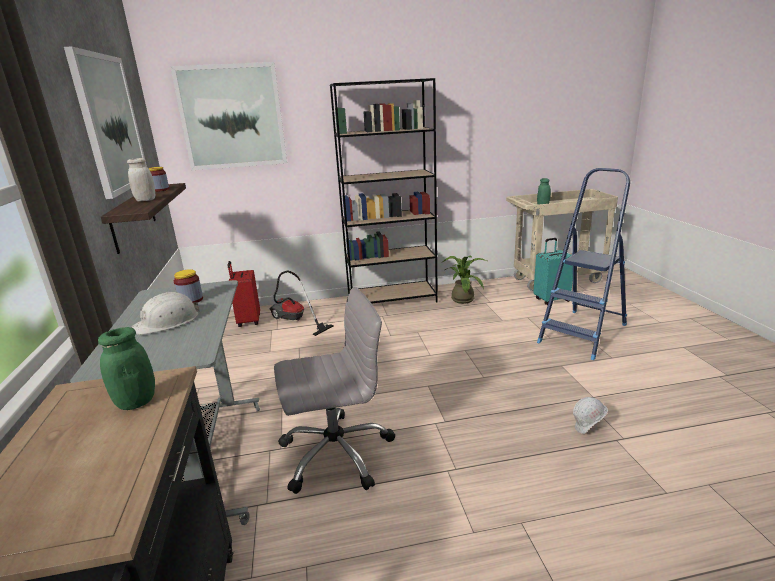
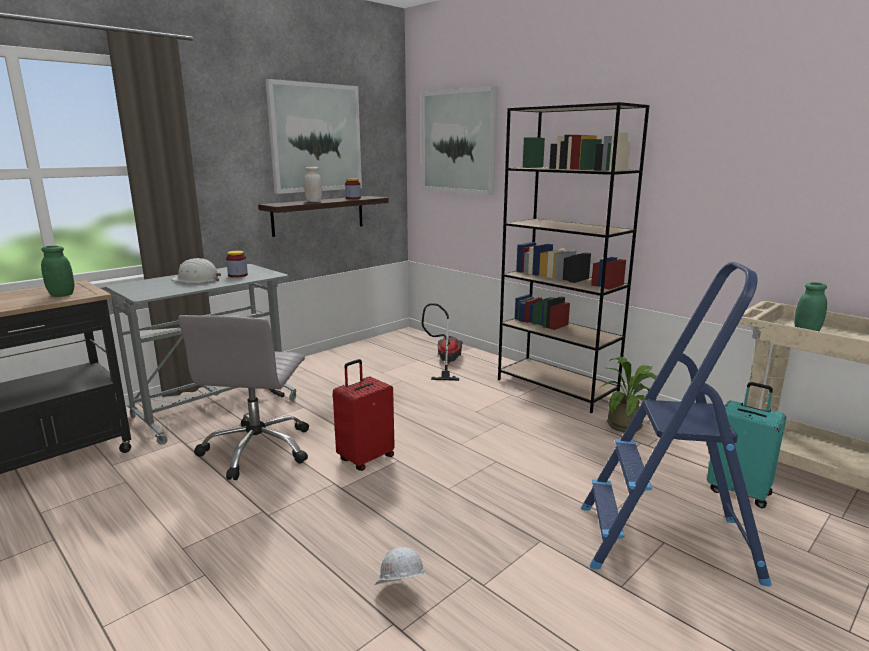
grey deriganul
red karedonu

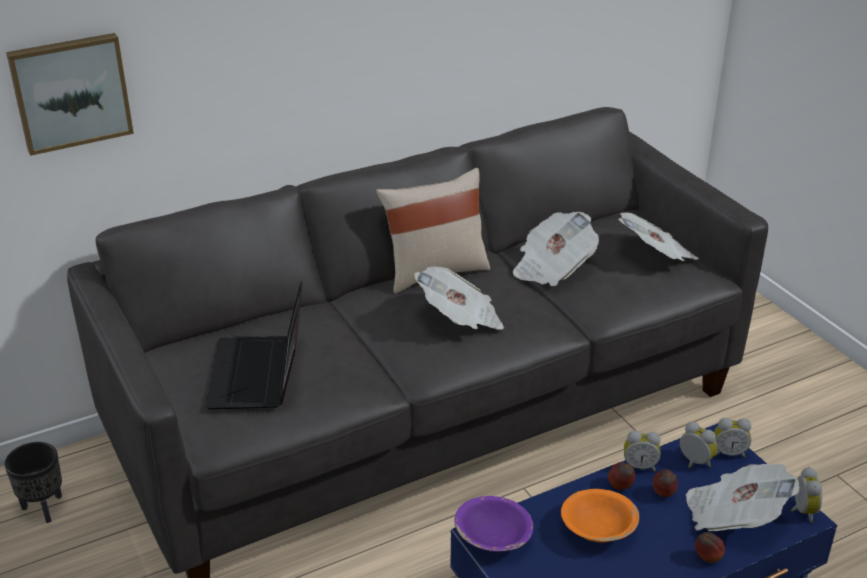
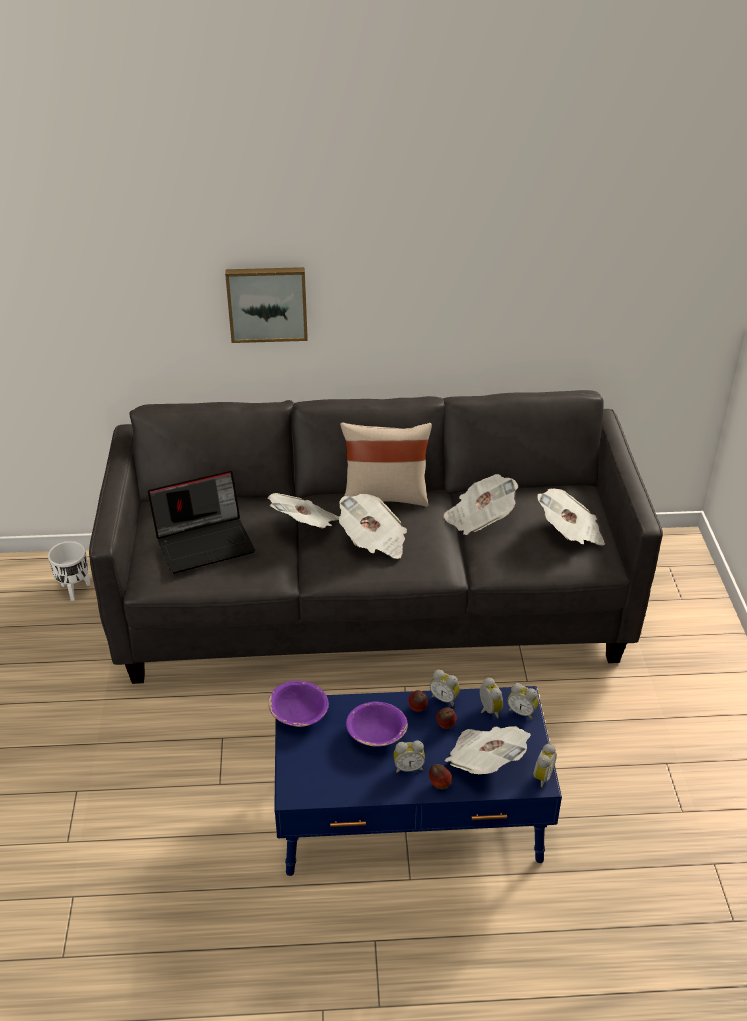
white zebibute
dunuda
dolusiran
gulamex (1st from left)
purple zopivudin (2nd from left)
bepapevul (1st from left)

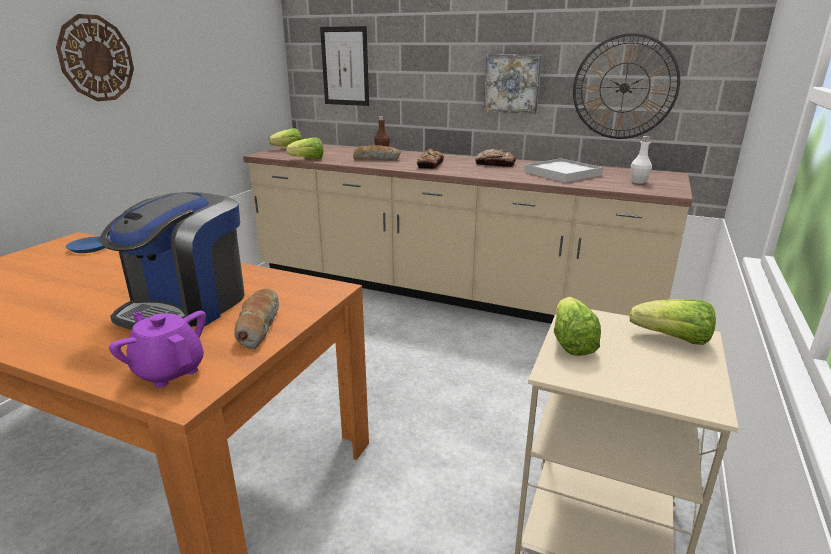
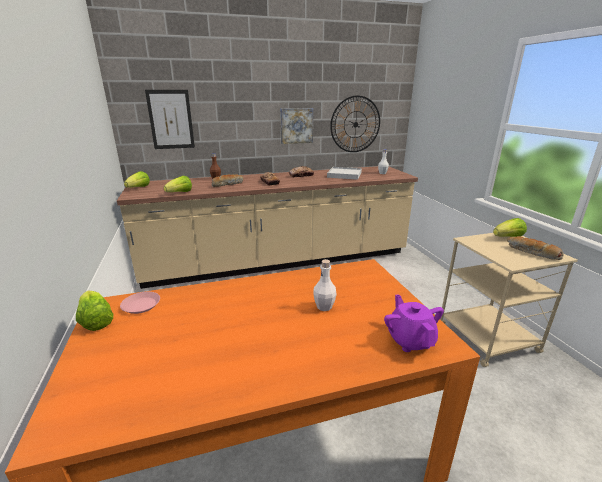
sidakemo (1st from left)
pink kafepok
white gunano (1st from left)
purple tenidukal
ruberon (4th from left)
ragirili (1st from left in the first image)

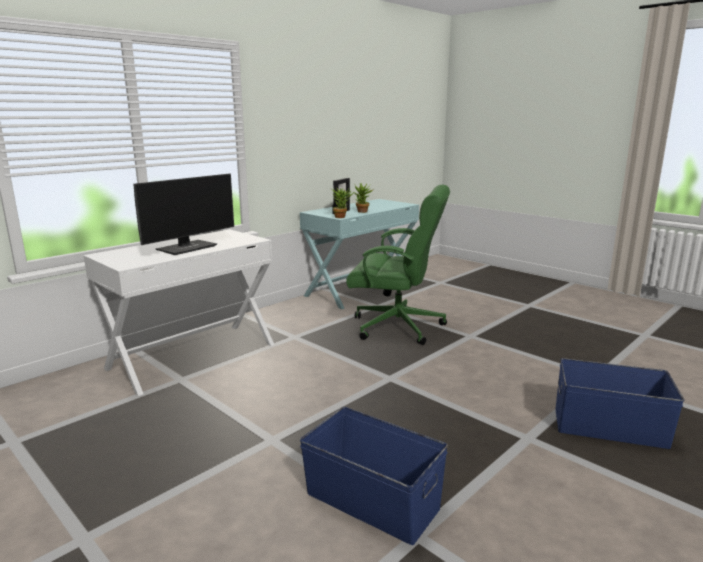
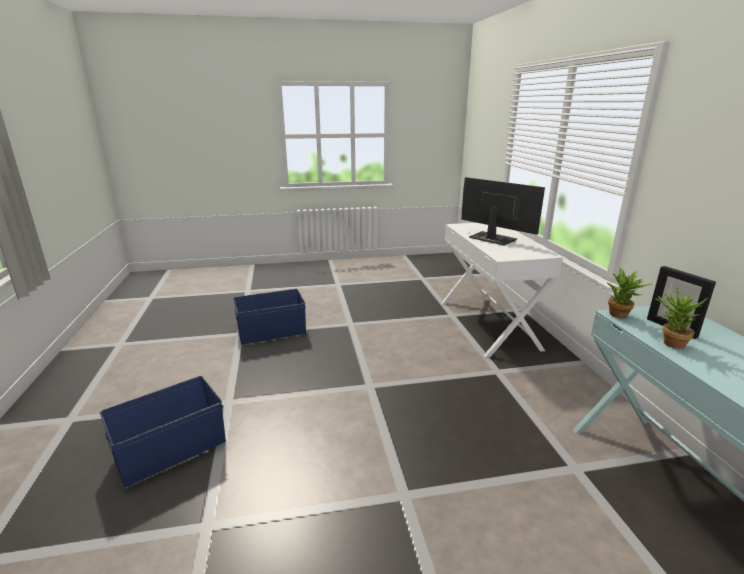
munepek
green deriganul

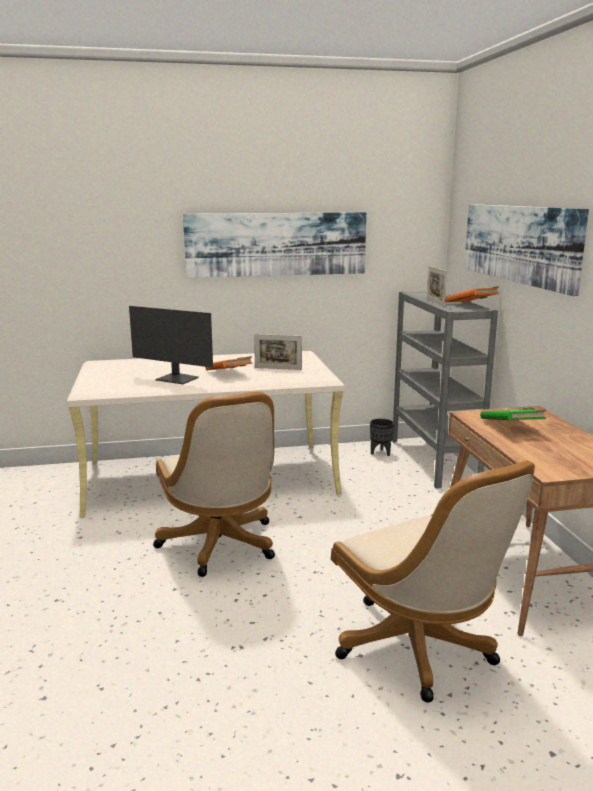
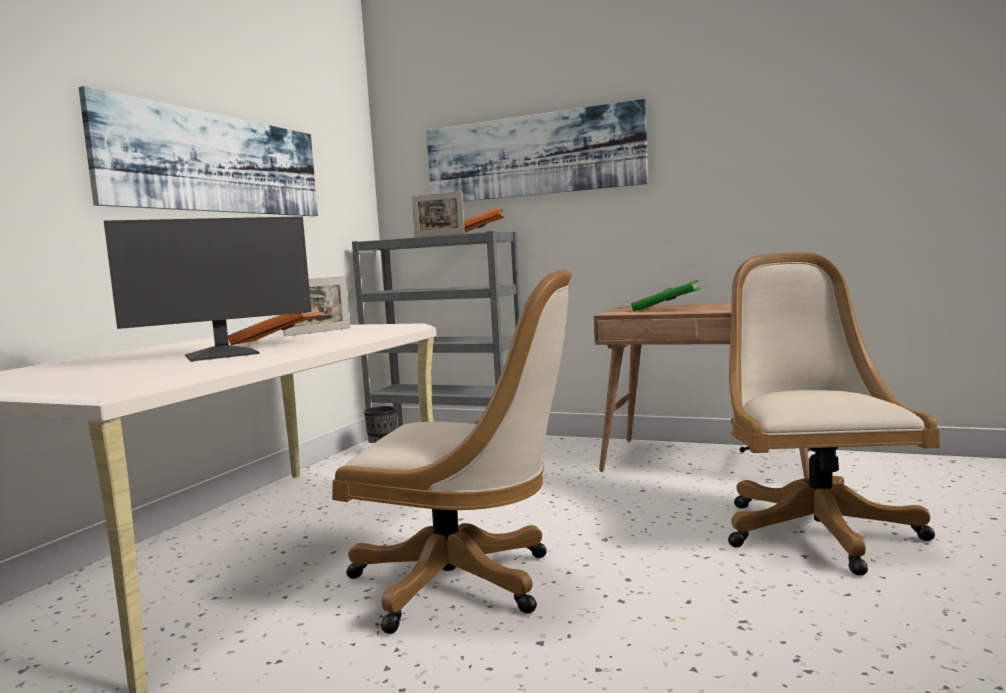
deriganul (2nd from left)

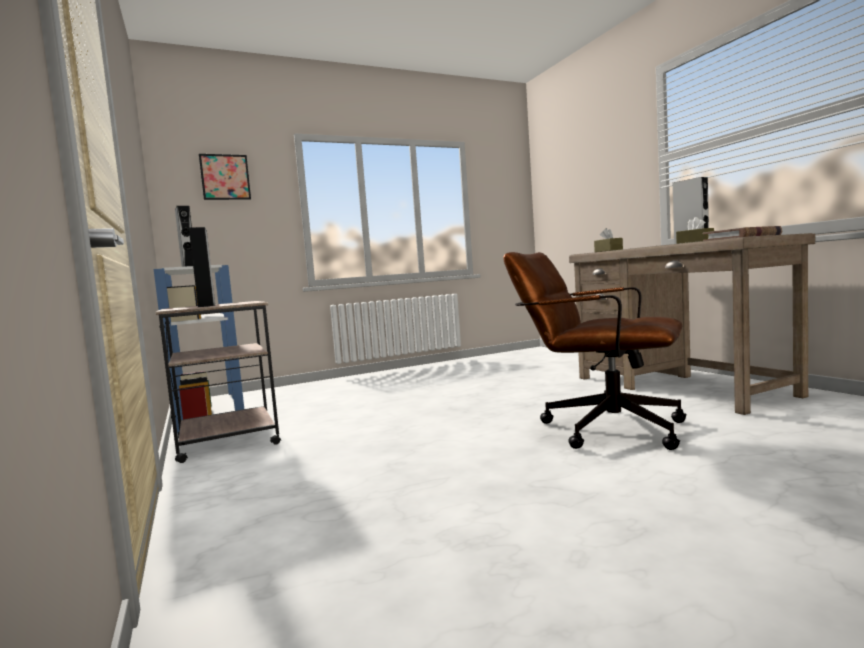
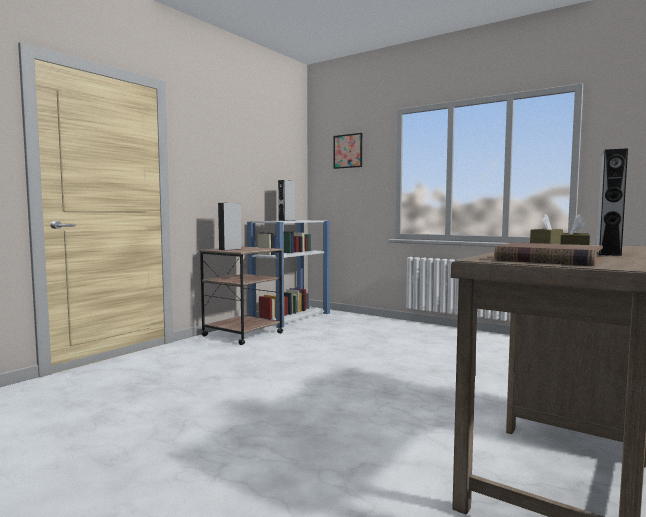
brown deriganul

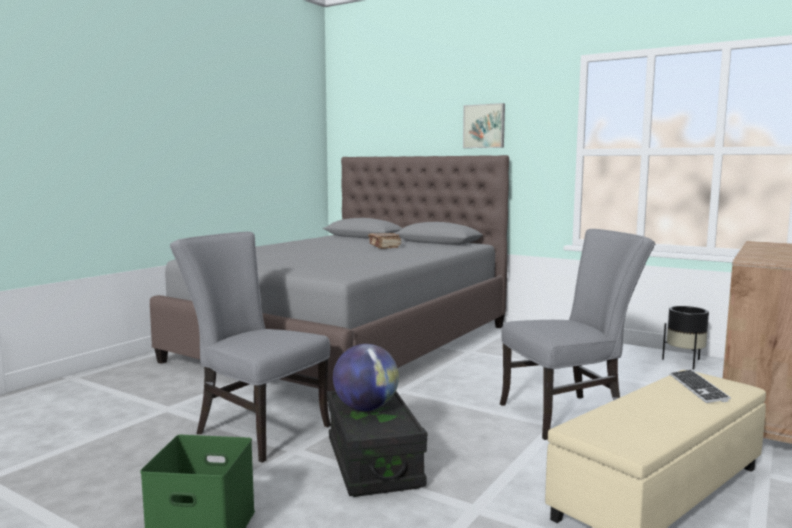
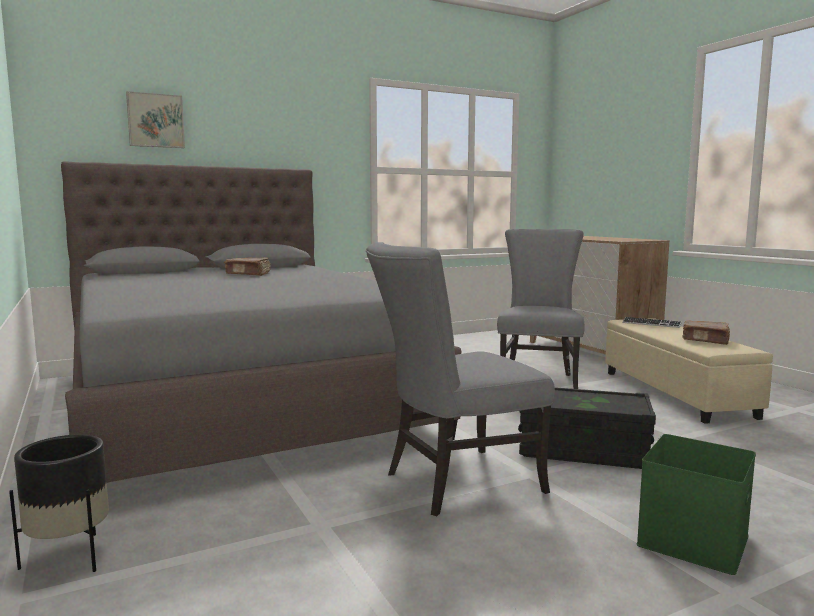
black zebibute
dolusiran
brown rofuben (2nd from left)
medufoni

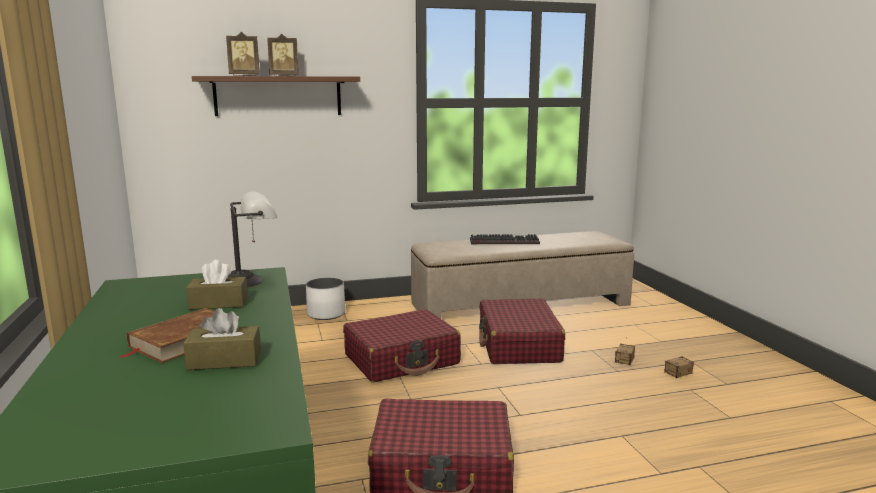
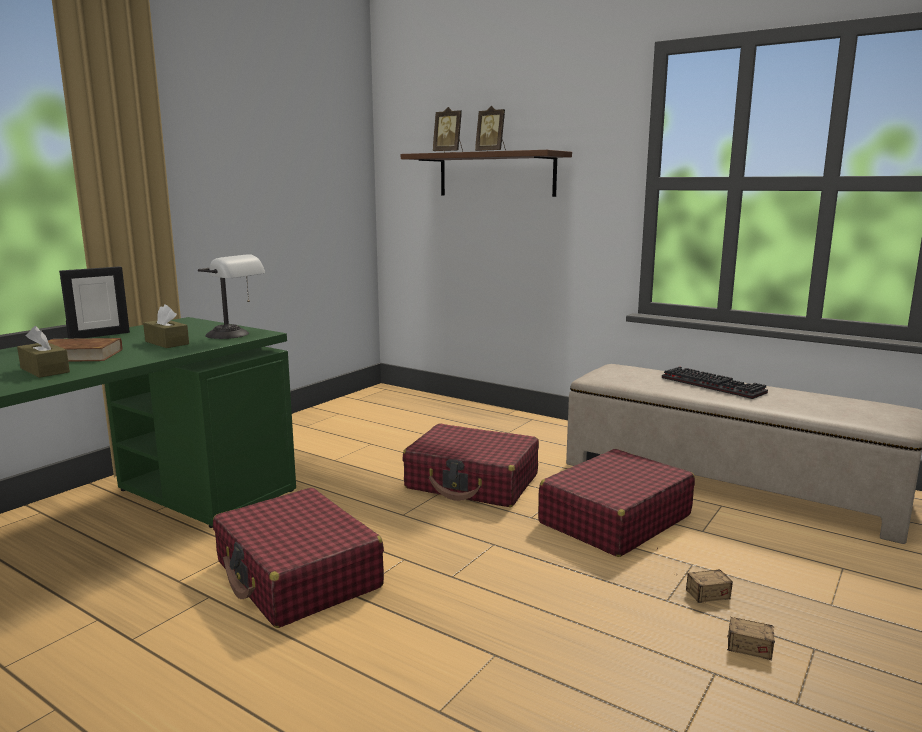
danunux (1st from left)
white zebibute

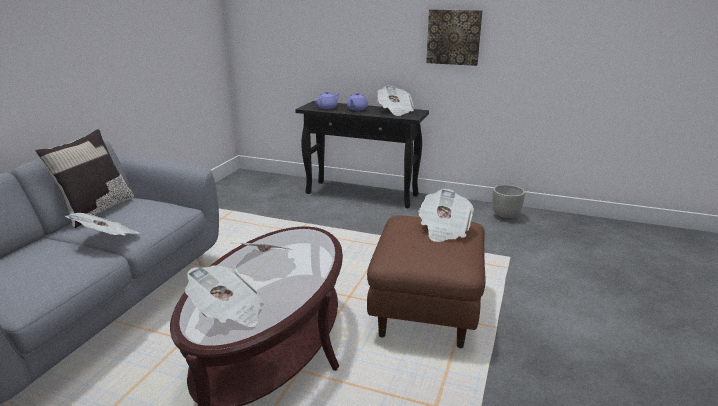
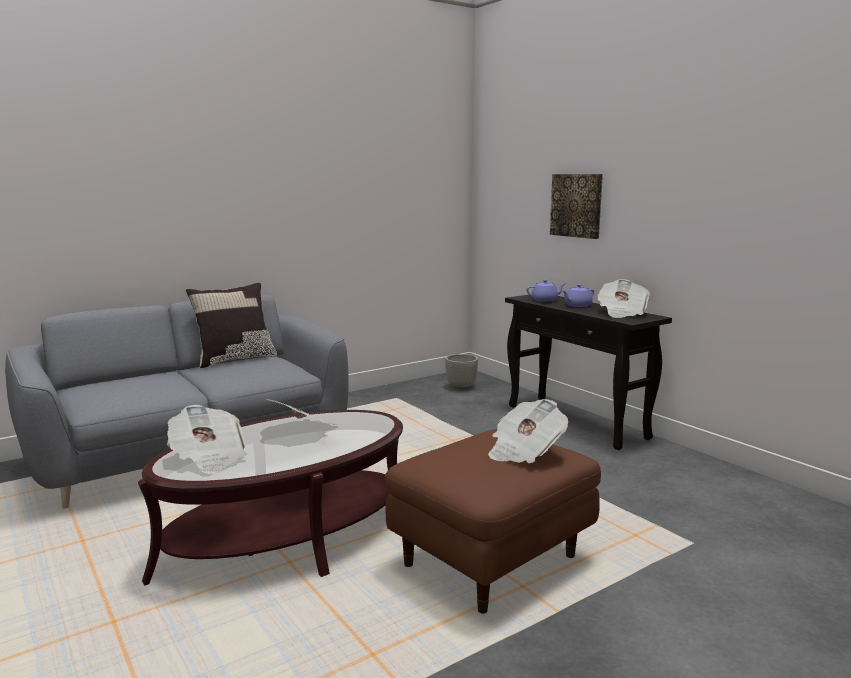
grey zebibute
dolusiran
gulamex (1st from left in the first image)

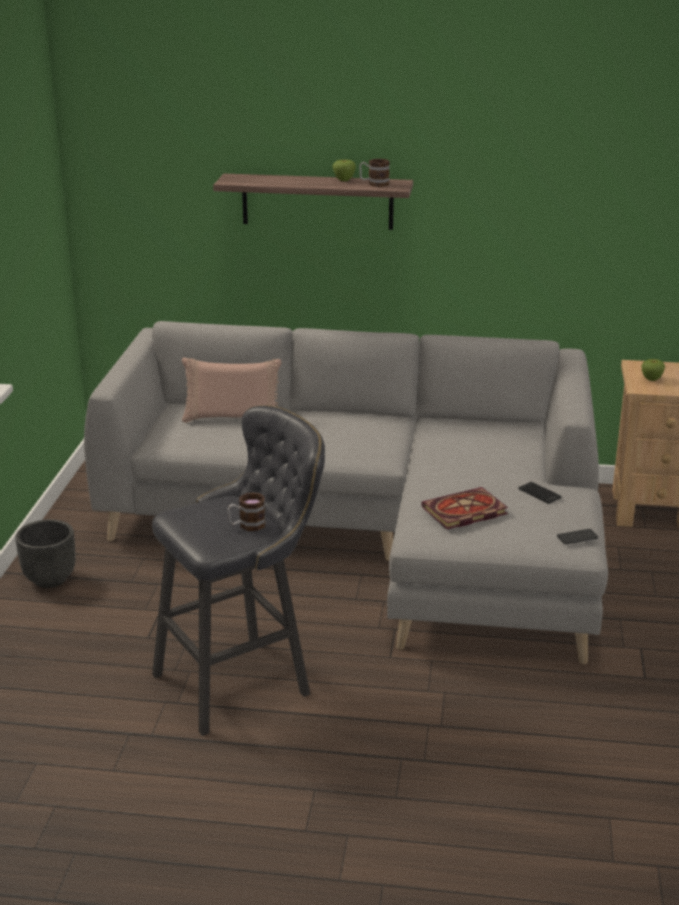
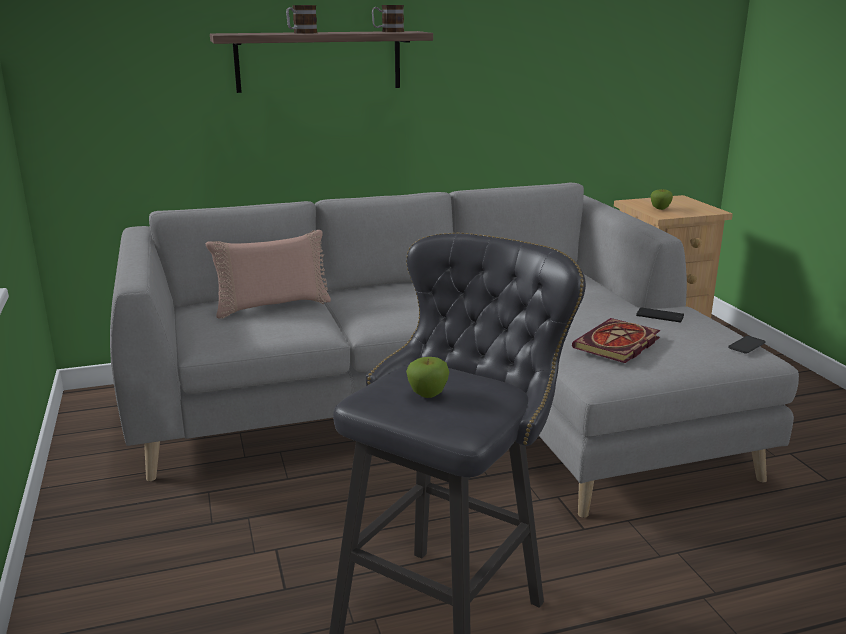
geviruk (1st from left)
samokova (1st from left)
black zebibute

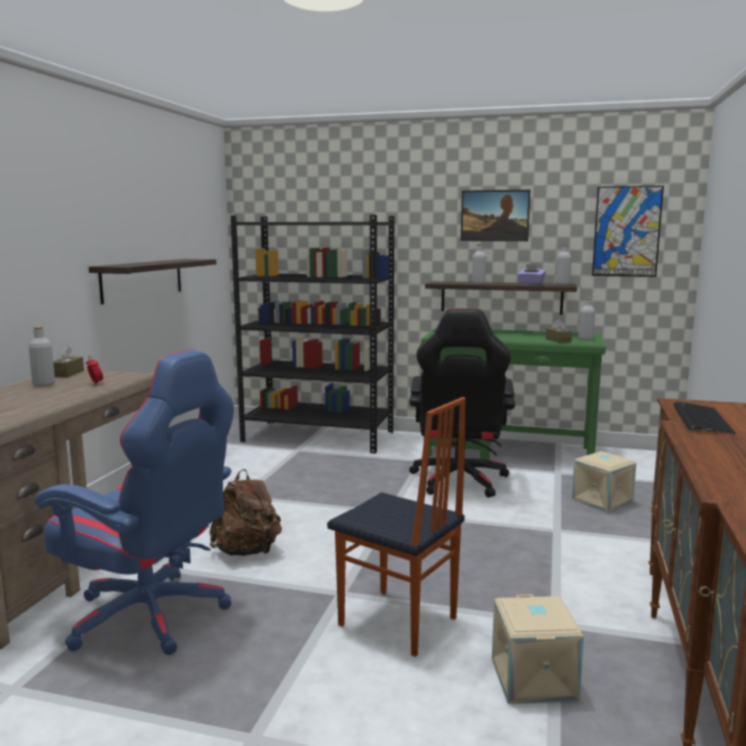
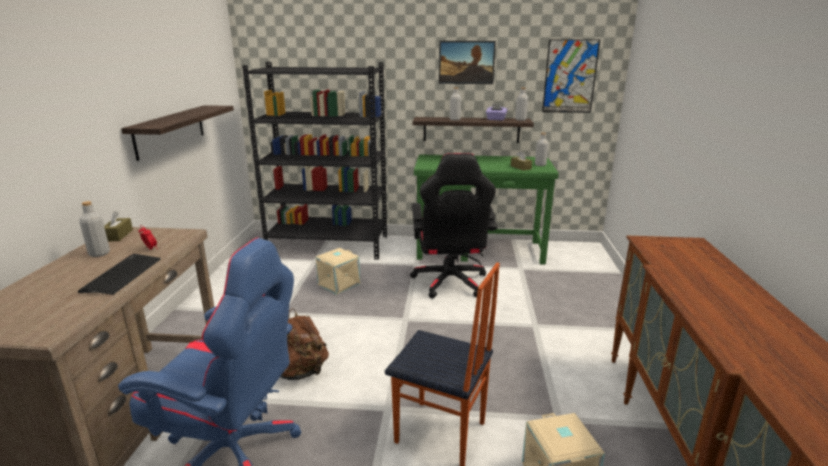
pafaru
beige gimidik (1st from left)

